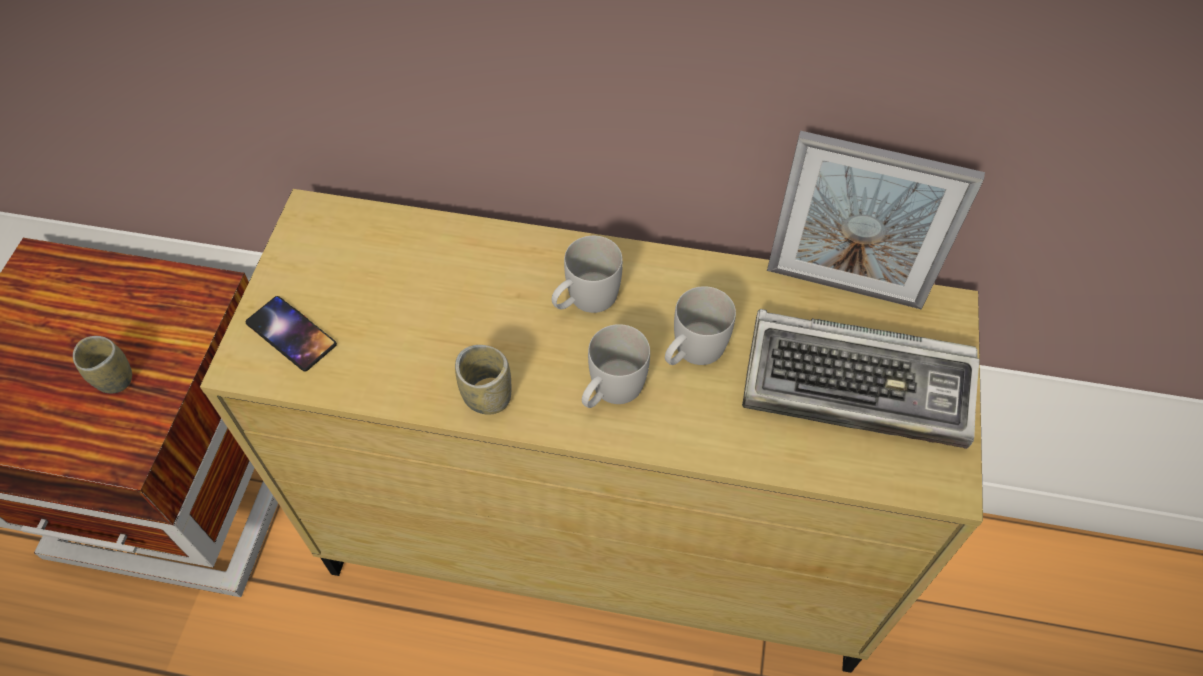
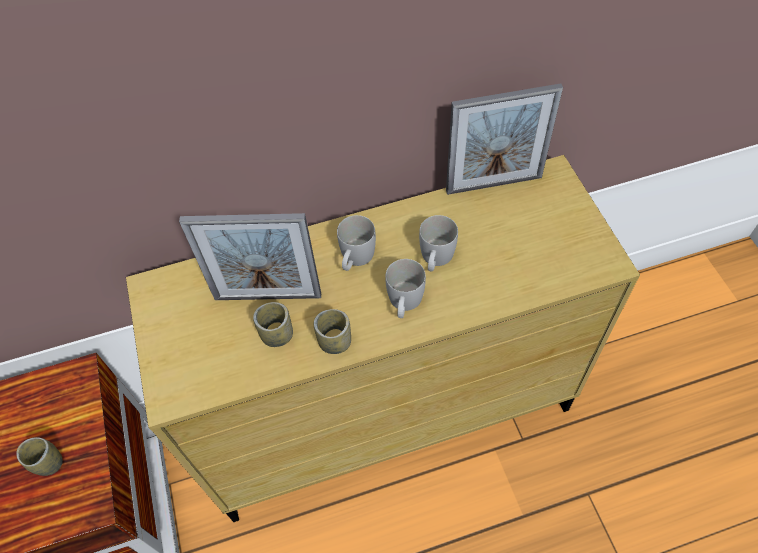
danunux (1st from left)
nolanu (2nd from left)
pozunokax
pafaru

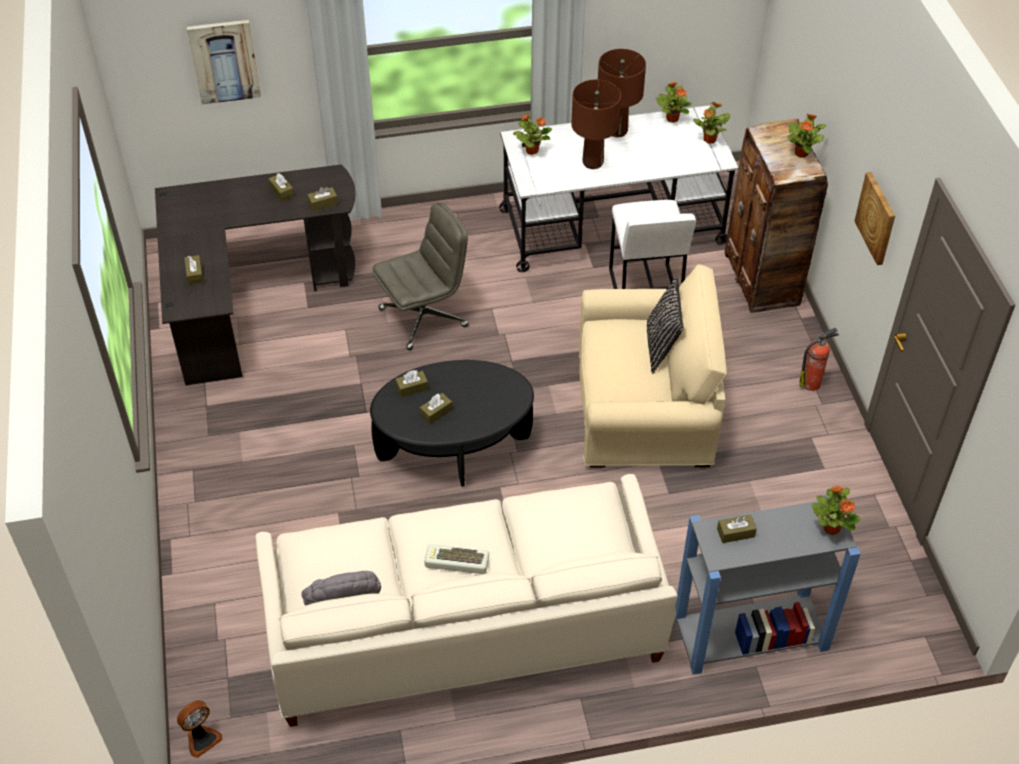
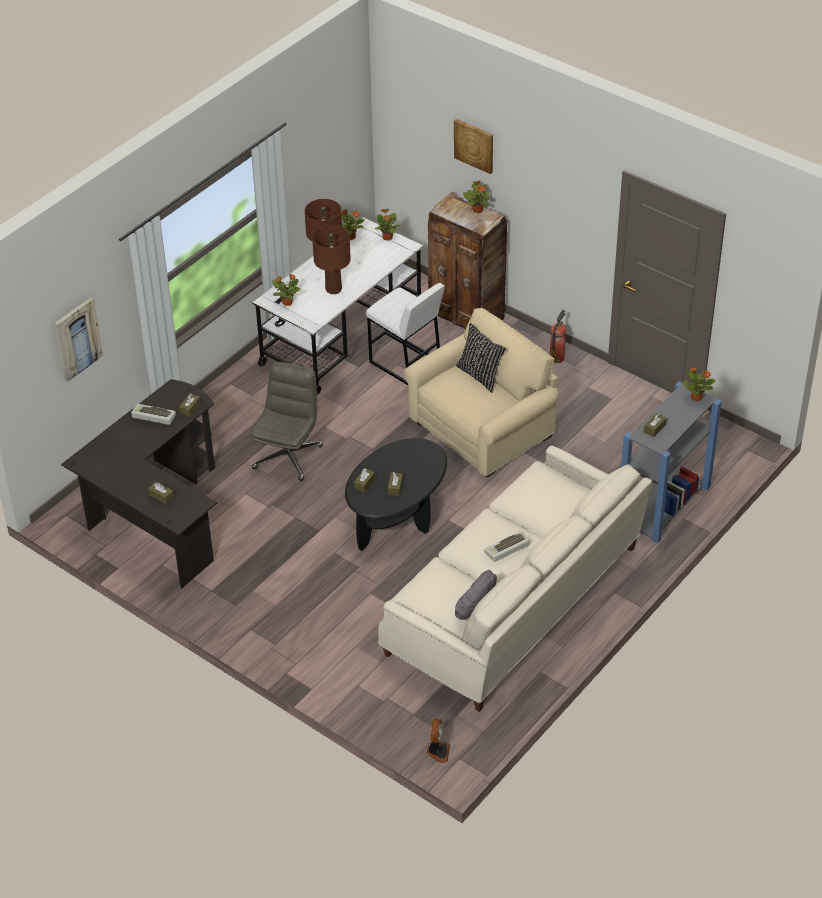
pafaru (1st from left)
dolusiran (2nd from left)

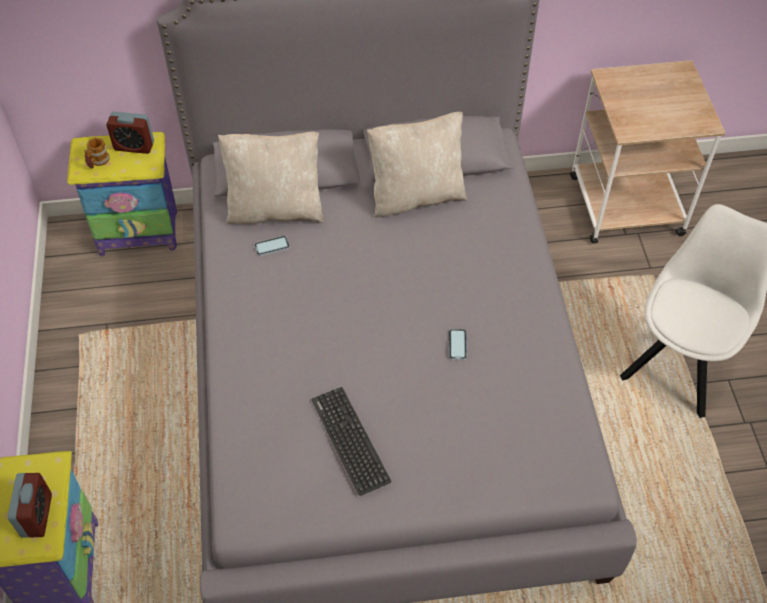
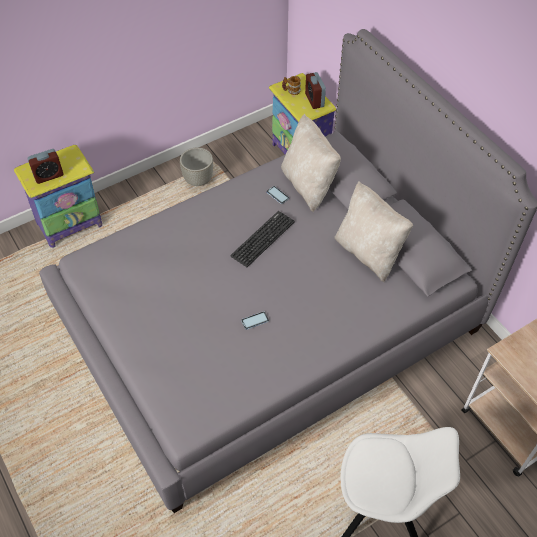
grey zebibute
pafaru

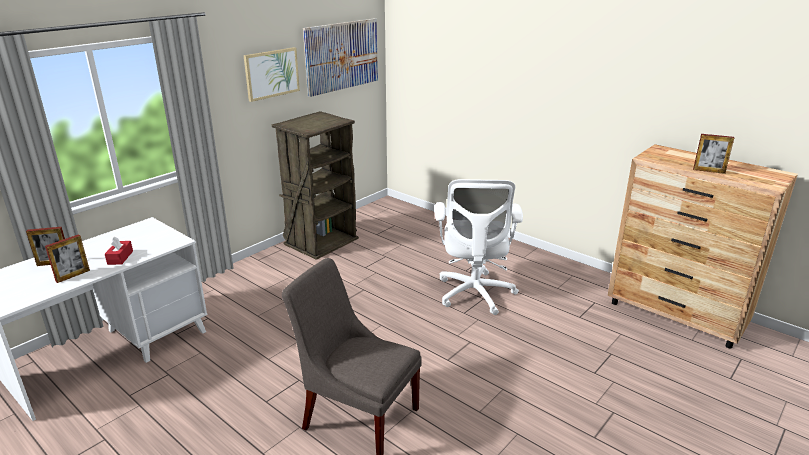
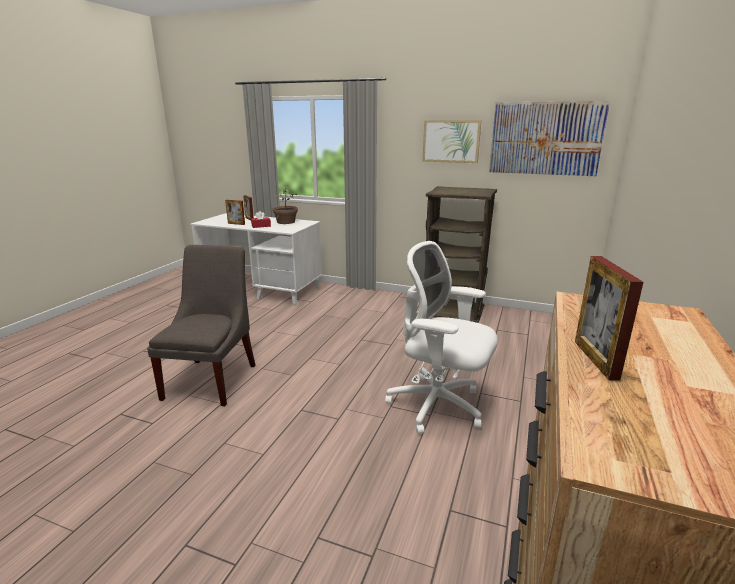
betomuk
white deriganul

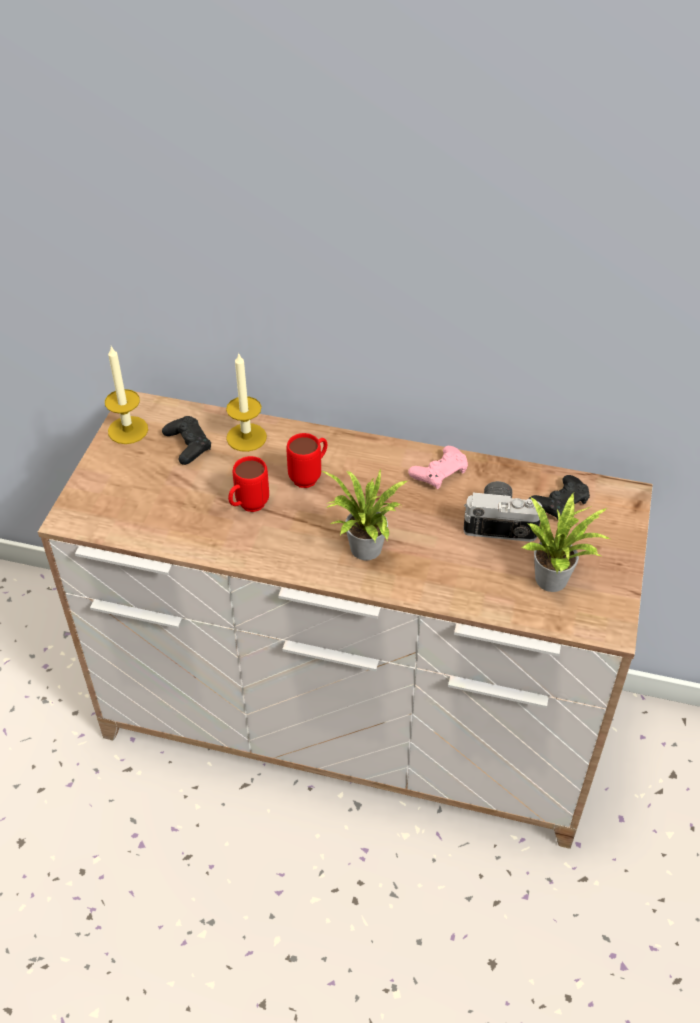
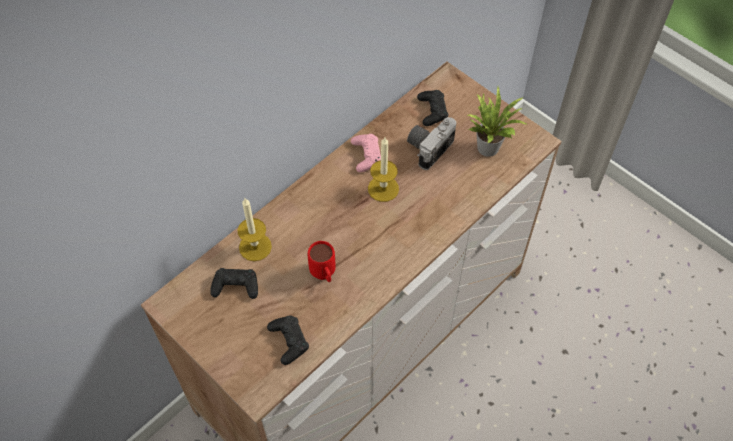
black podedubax (2nd from left)
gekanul (2nd from left)
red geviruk (2nd from left in the first image)
betomuk (1st from left in the first image)

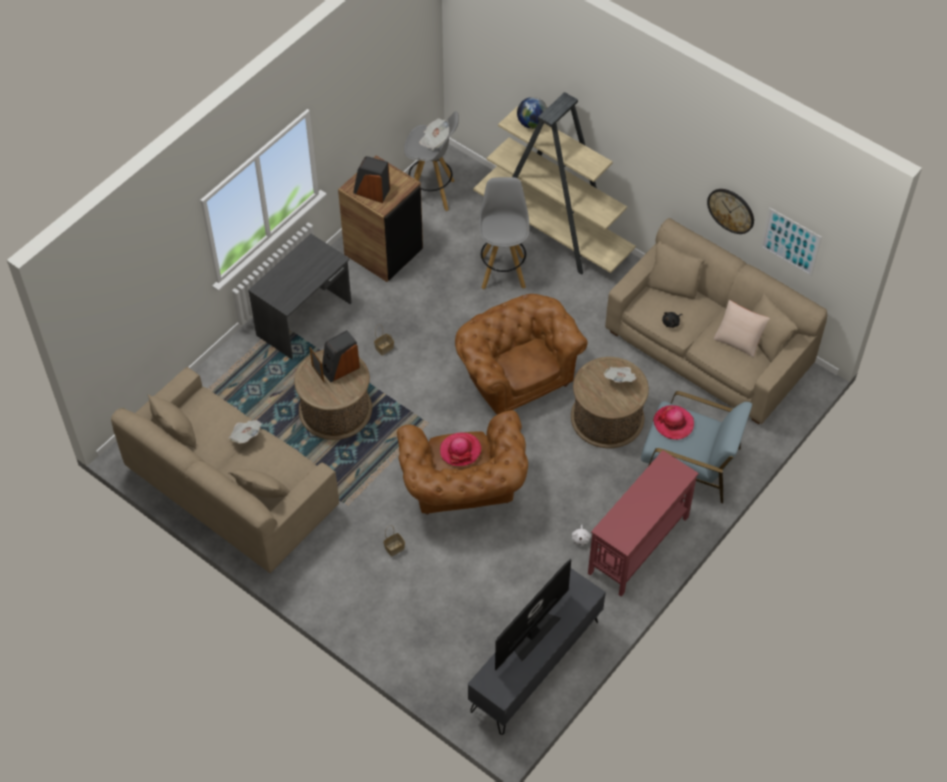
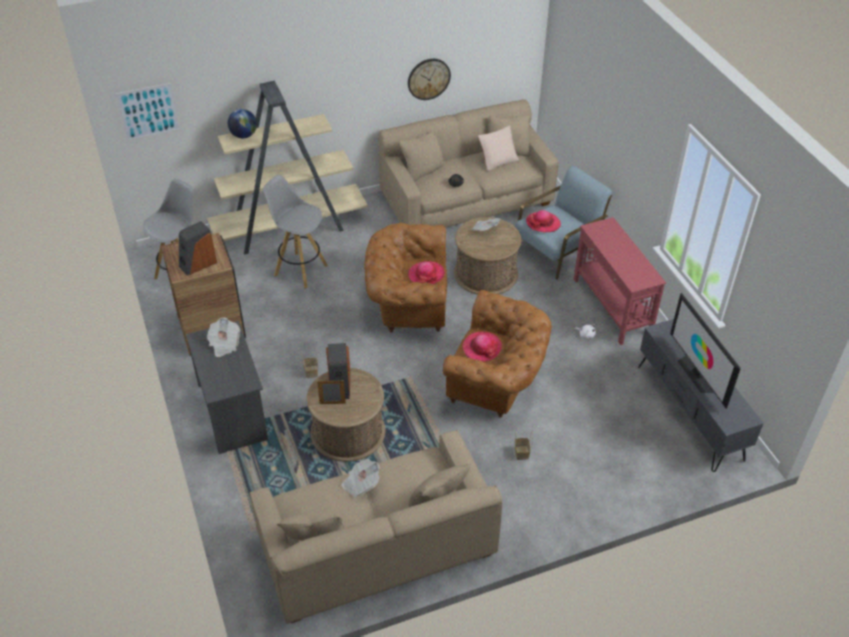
dolusiran
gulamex (1st from left)
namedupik (1st from left)

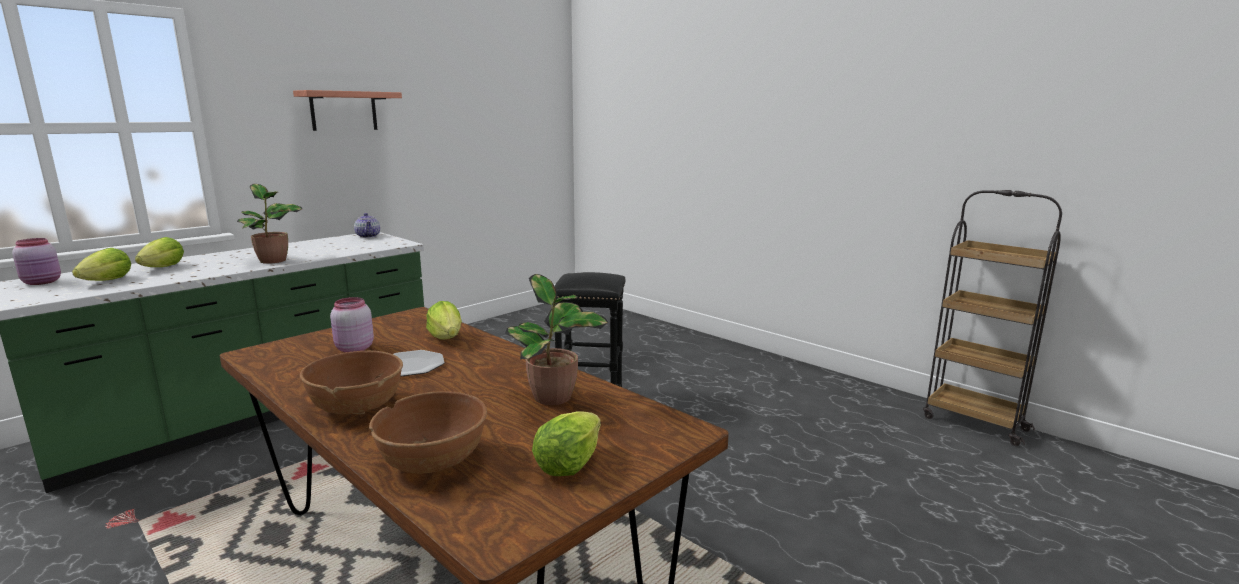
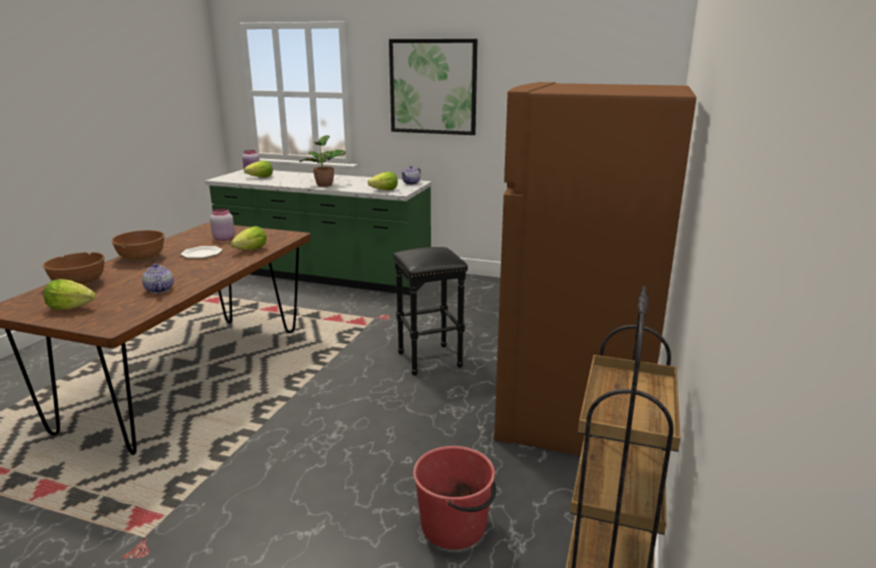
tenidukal (1st from left)
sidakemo (4th from left)
dolusiran
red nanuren
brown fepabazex

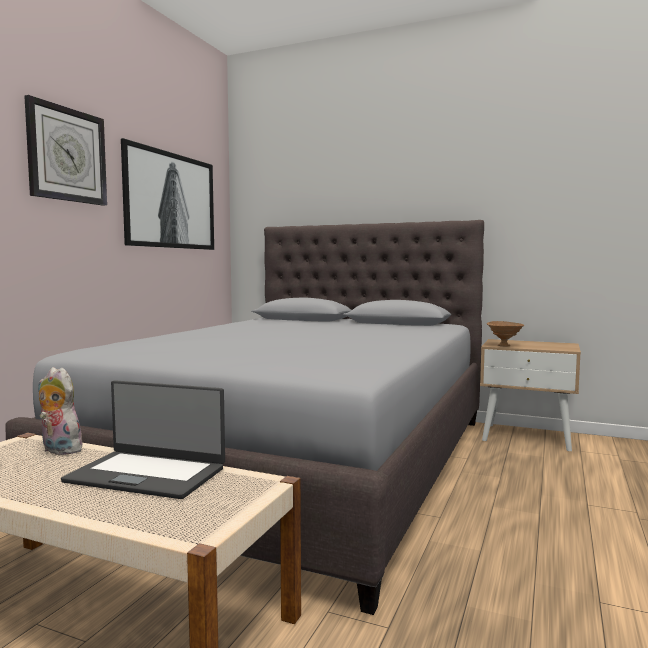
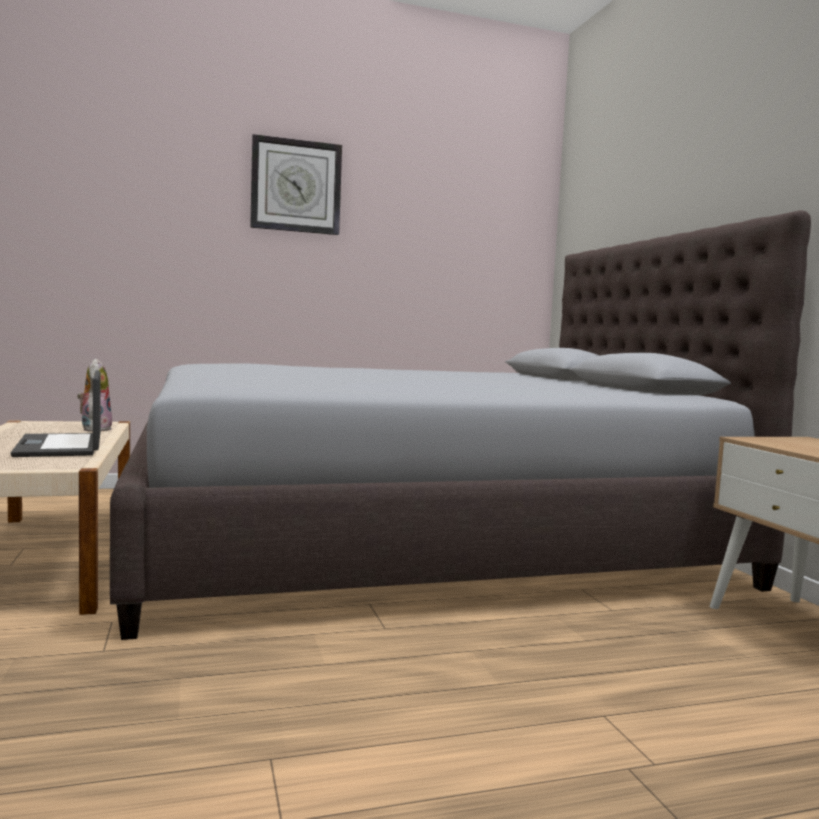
dolusiran
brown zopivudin

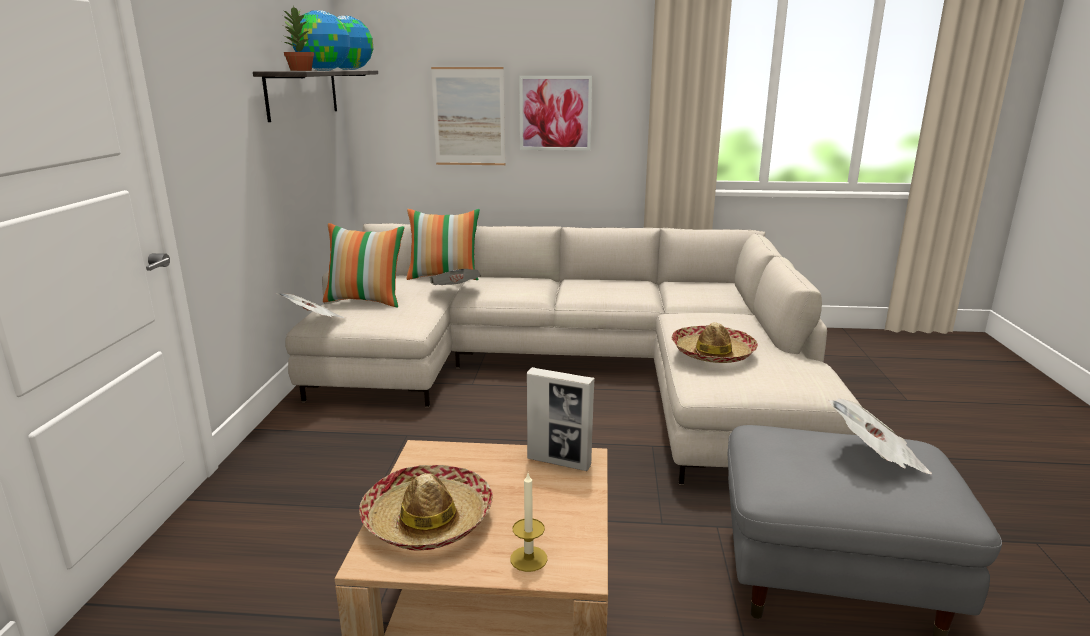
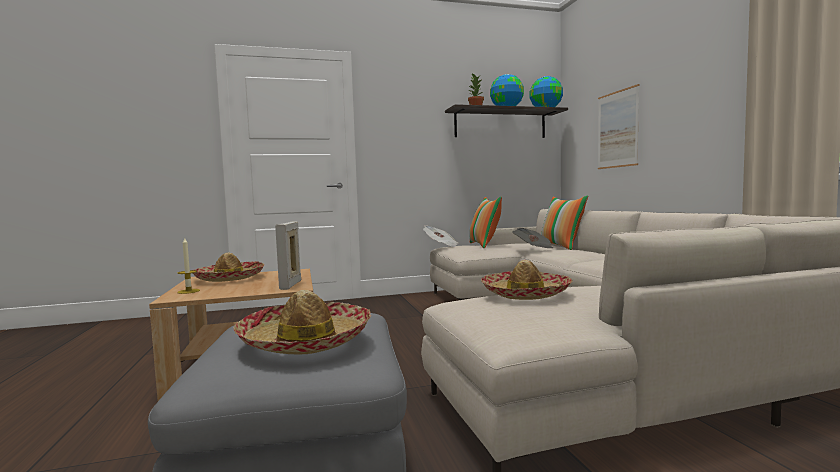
namedupik (2nd from left)
dolusiran (2nd from left in the first image)

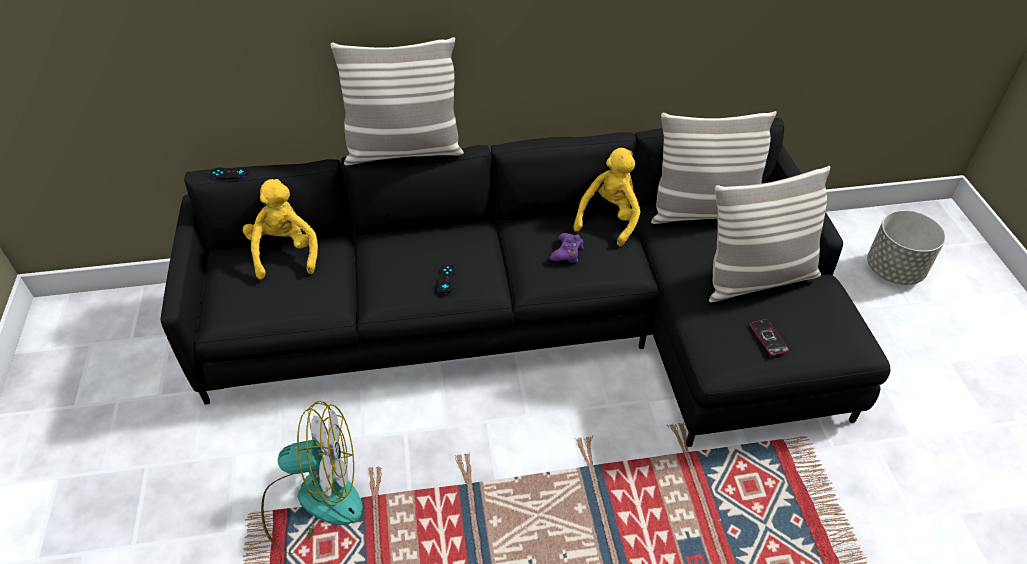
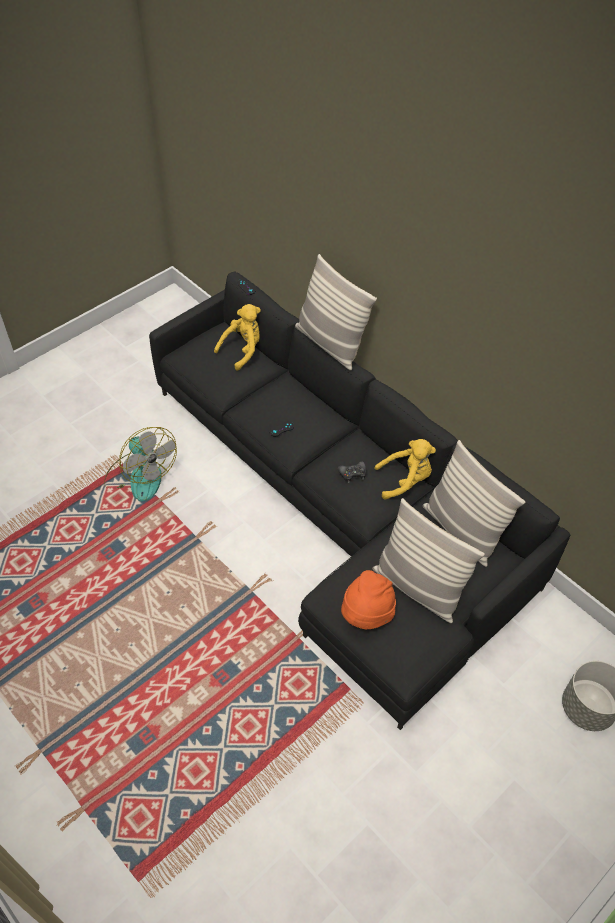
black podedubax (3rd from left)
orange namedupik

